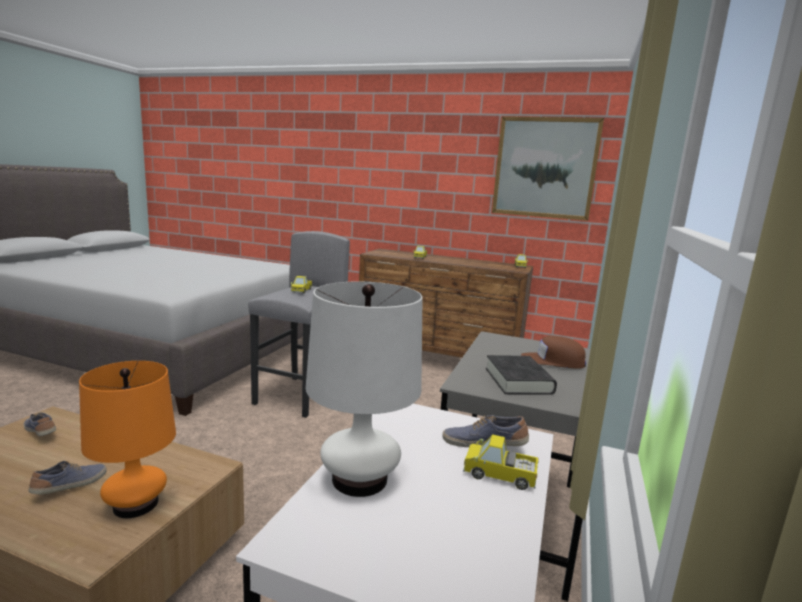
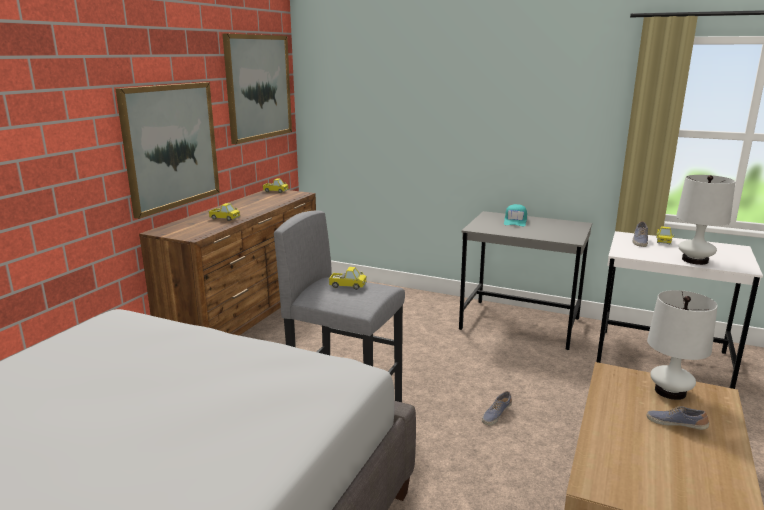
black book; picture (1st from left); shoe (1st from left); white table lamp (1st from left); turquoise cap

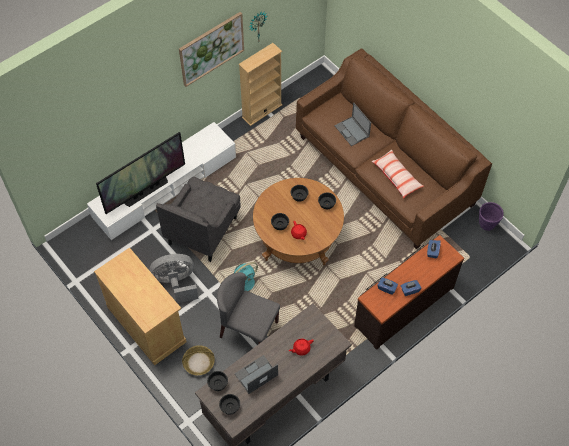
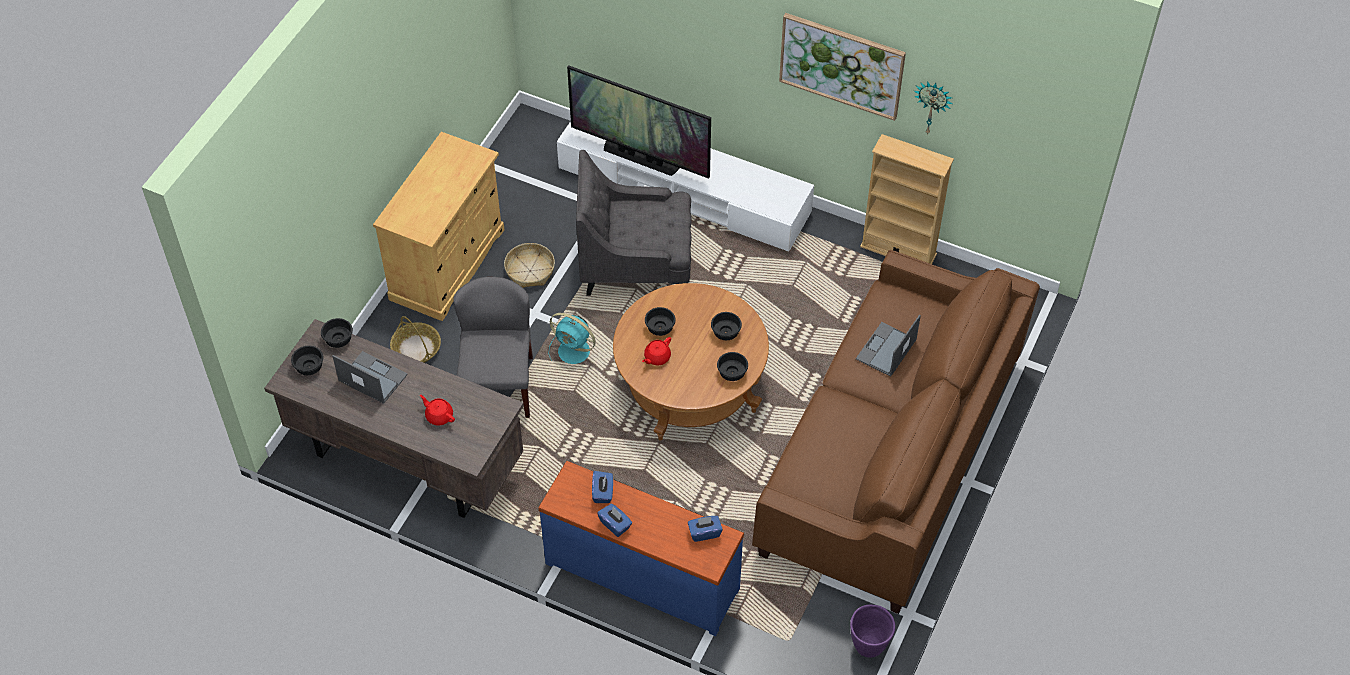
pillow; basket (2nd from left); blue dresser

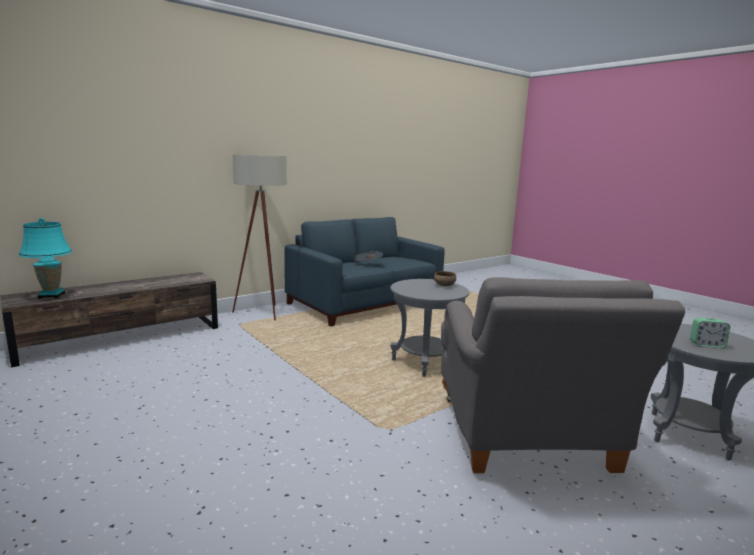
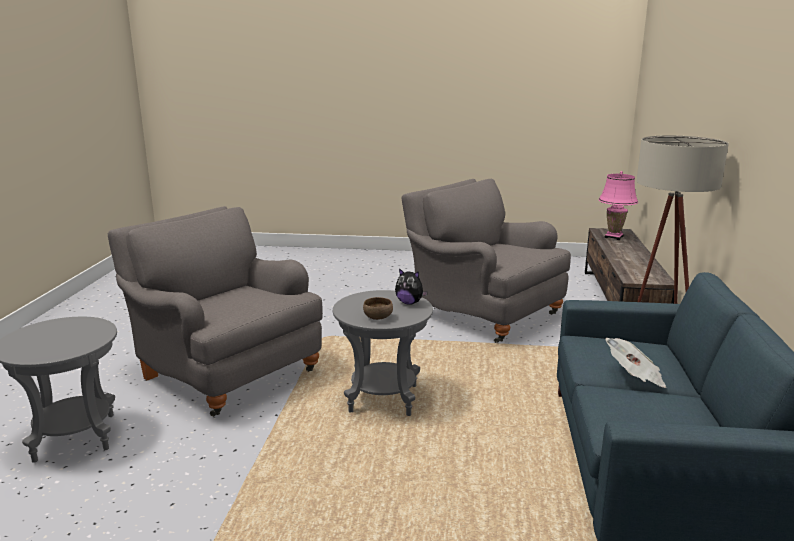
alarm clock; plush toy; grey armchair (2nd from left); pink table lamp

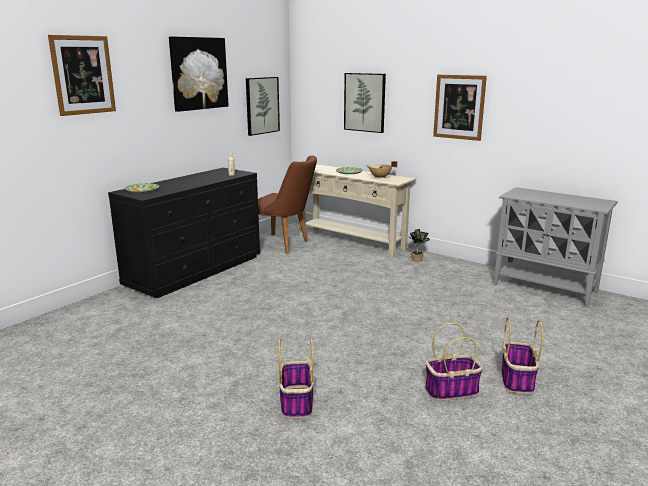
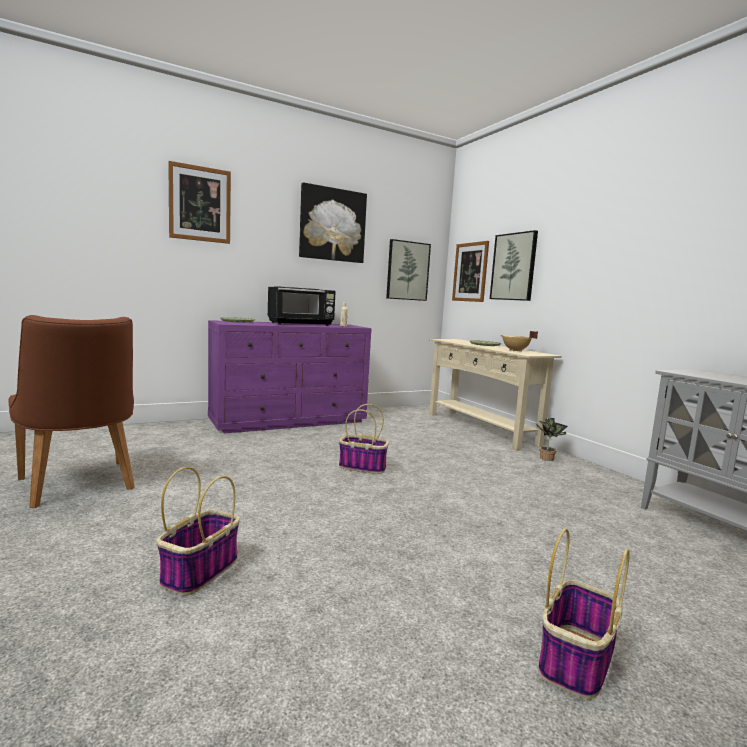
black microwave; brown chair; basket (2nd from left); picture (4th from left); purple dresser

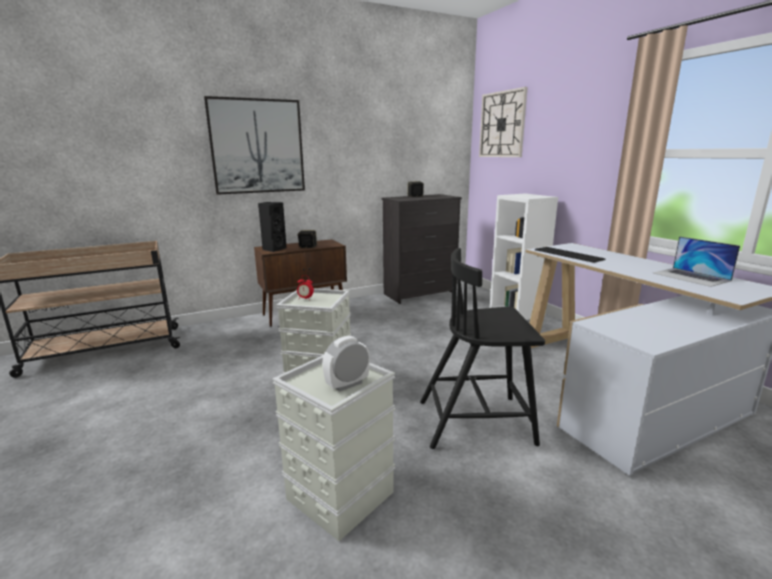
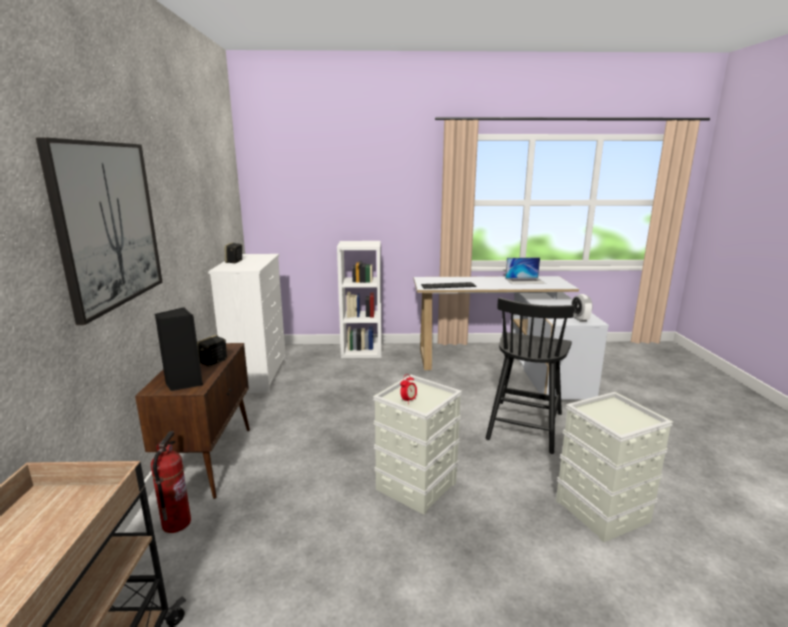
wall clock; fire extinguisher; alarm clock (2nd from left); white dresser

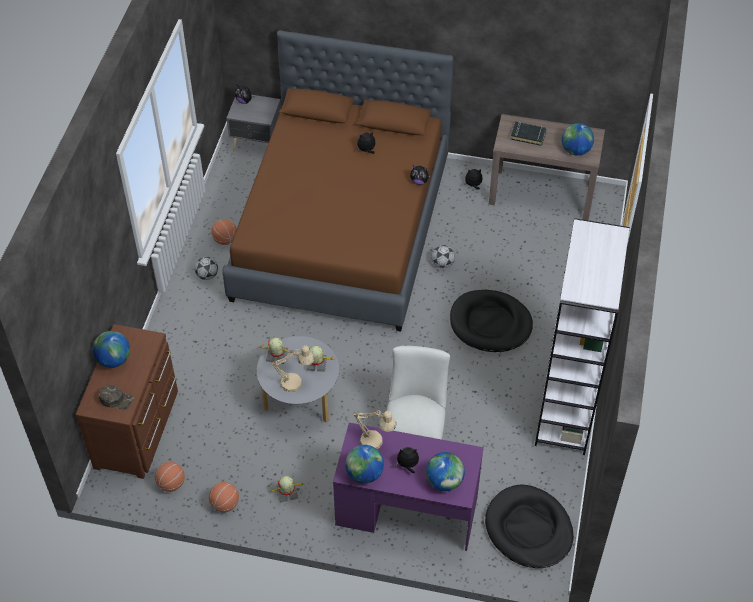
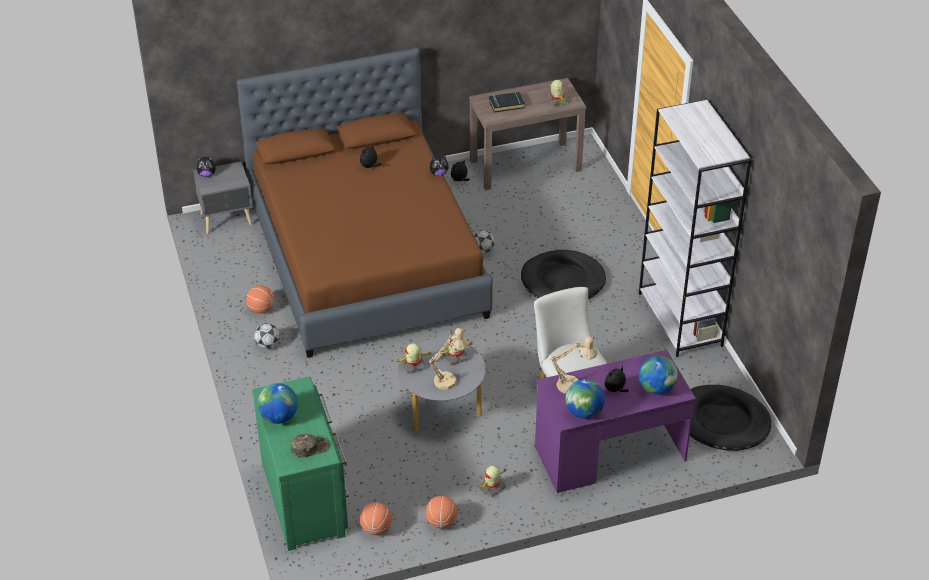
toy robot (4th from left); green dresser

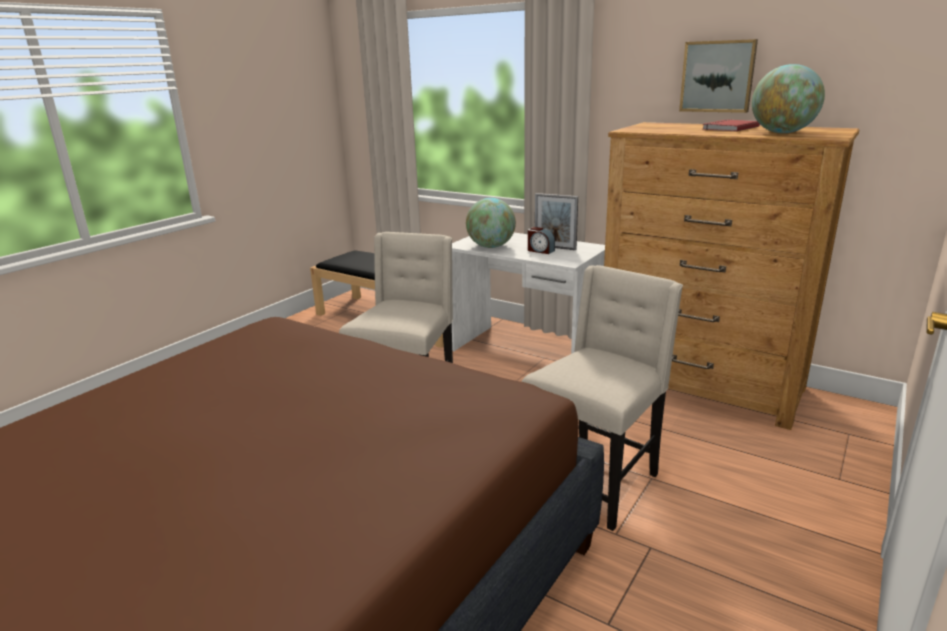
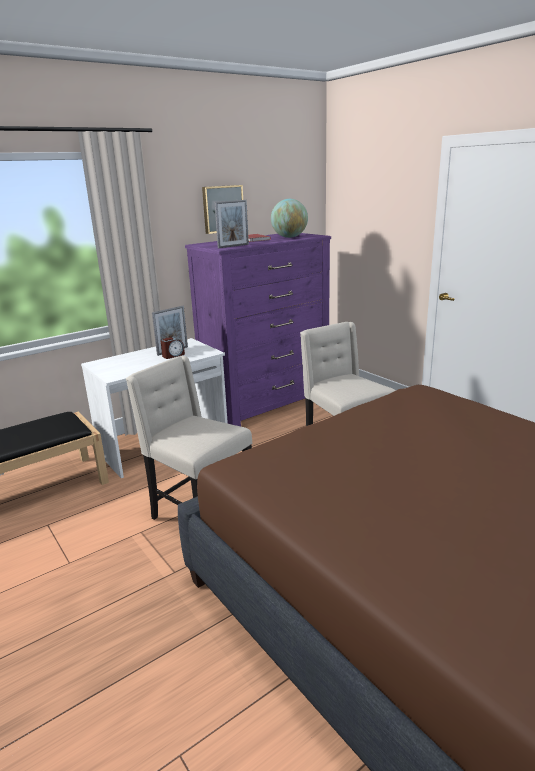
globe (1st from left in the first image); picture frame (2nd from left); purple dresser

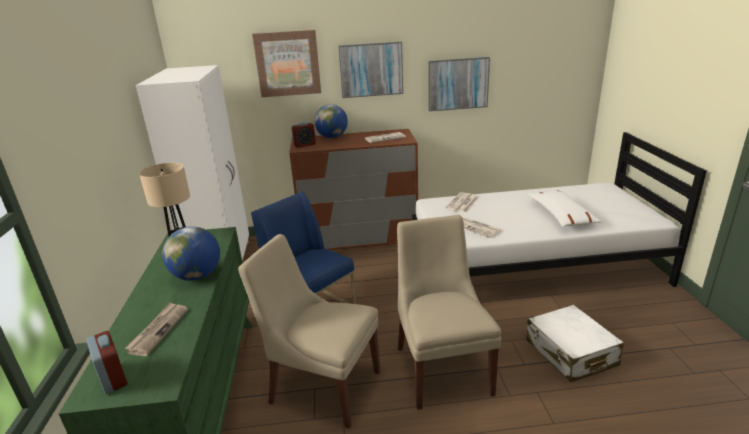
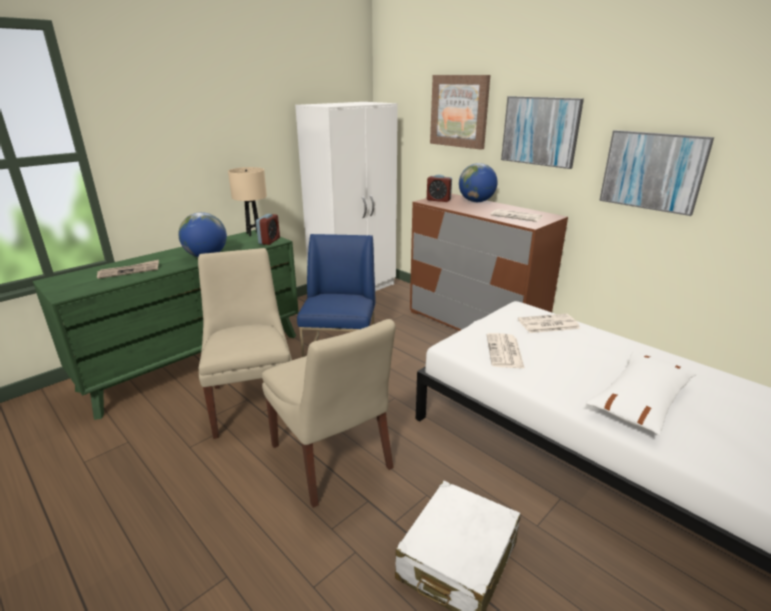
alarm clock (1st from left); beige chair (2nd from left)

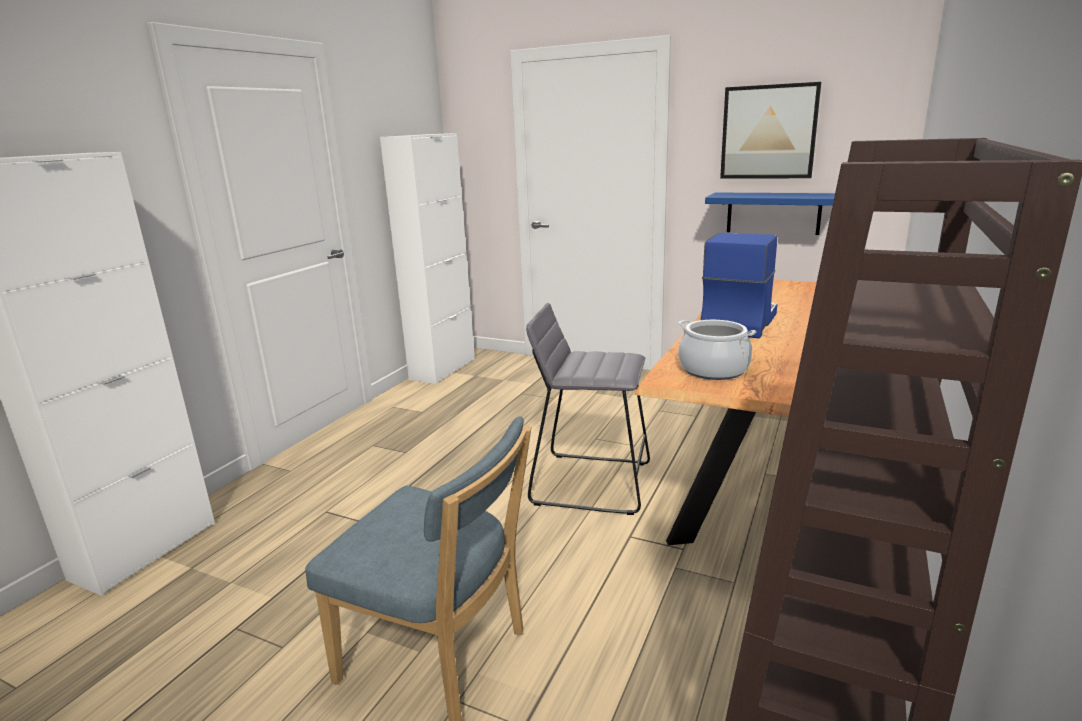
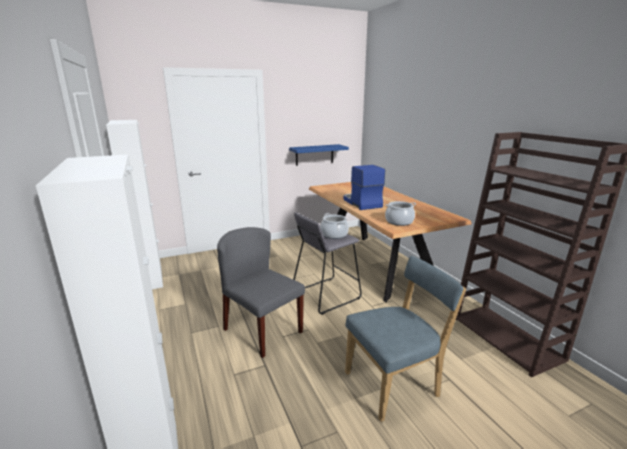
picture; grey chair; cooking pot (1st from left)

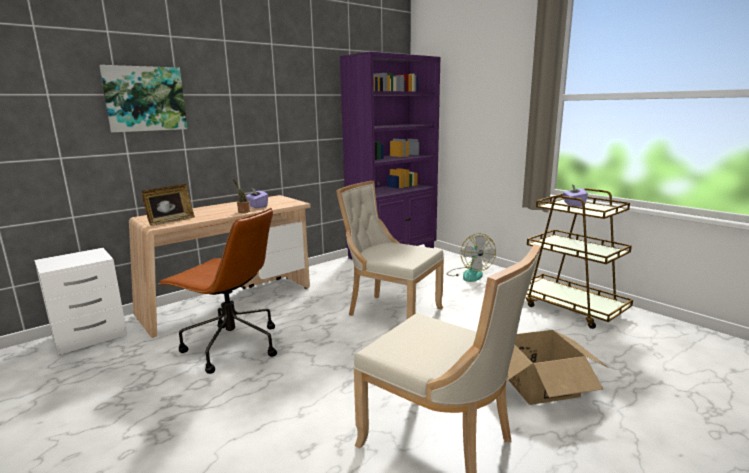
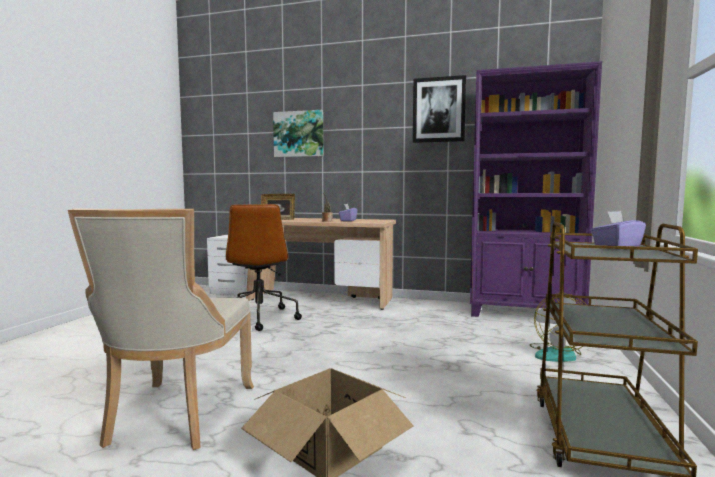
beige chair (1st from left in the first image); picture (2nd from left)

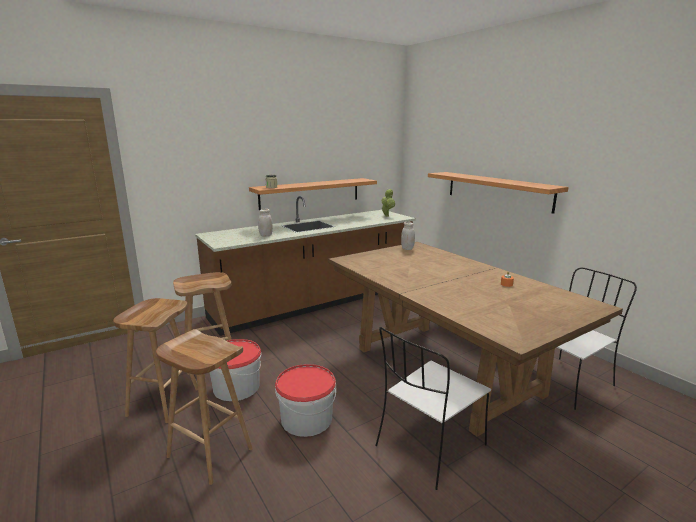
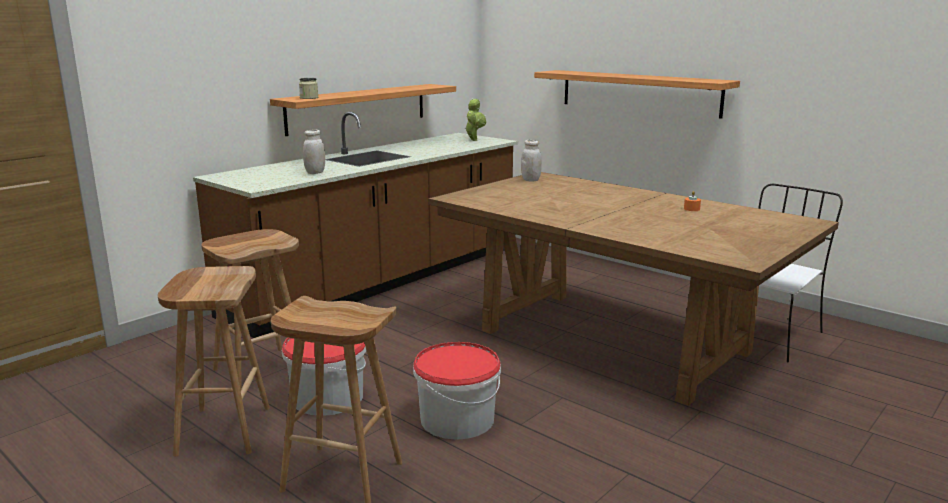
white chair (1st from left in the first image)

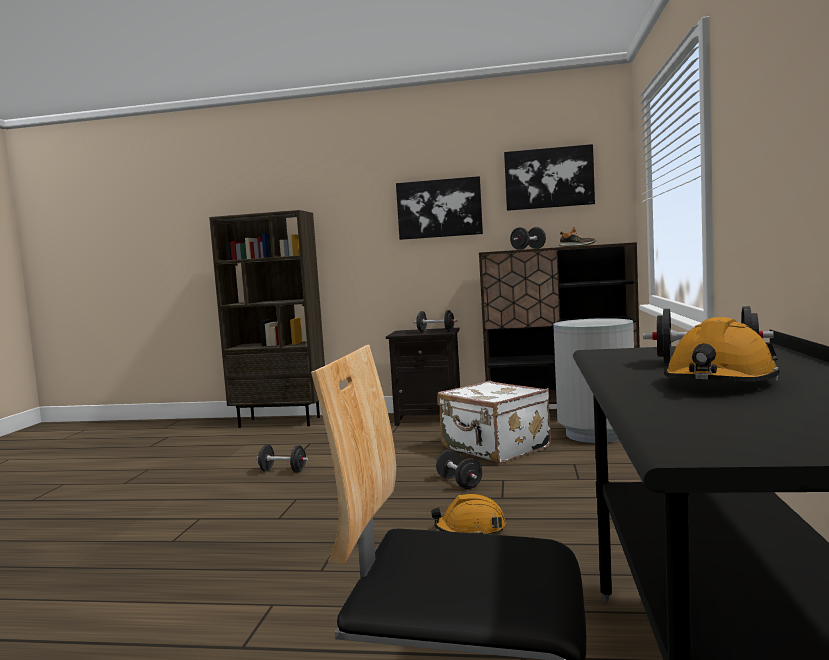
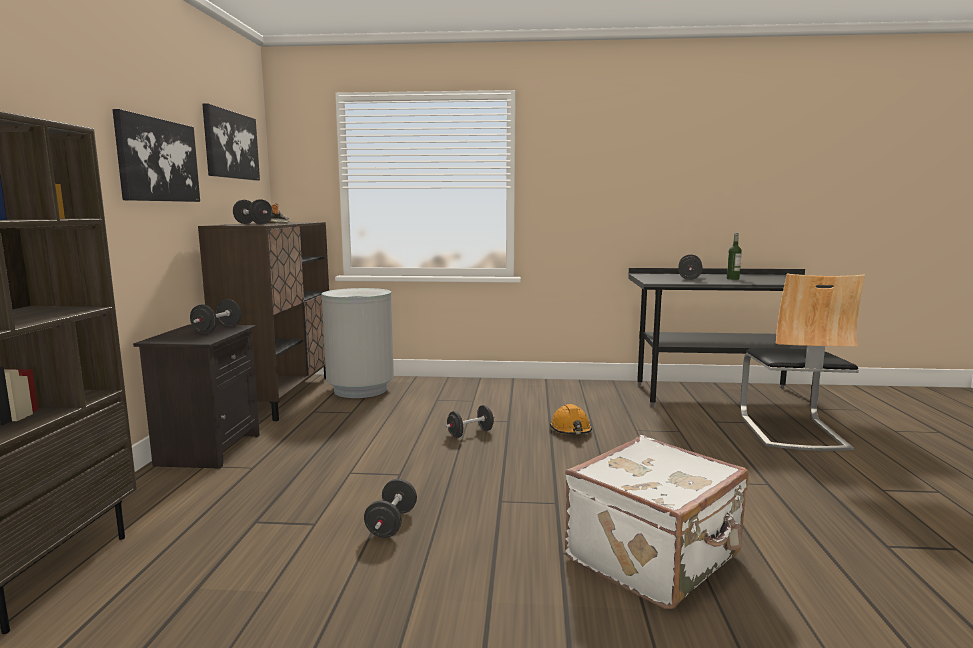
white suitcase; bottle

